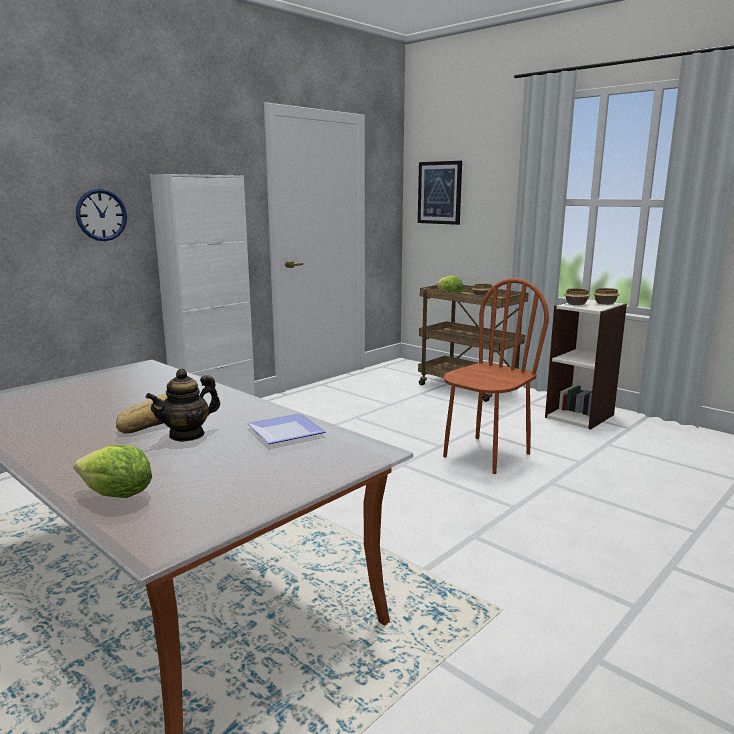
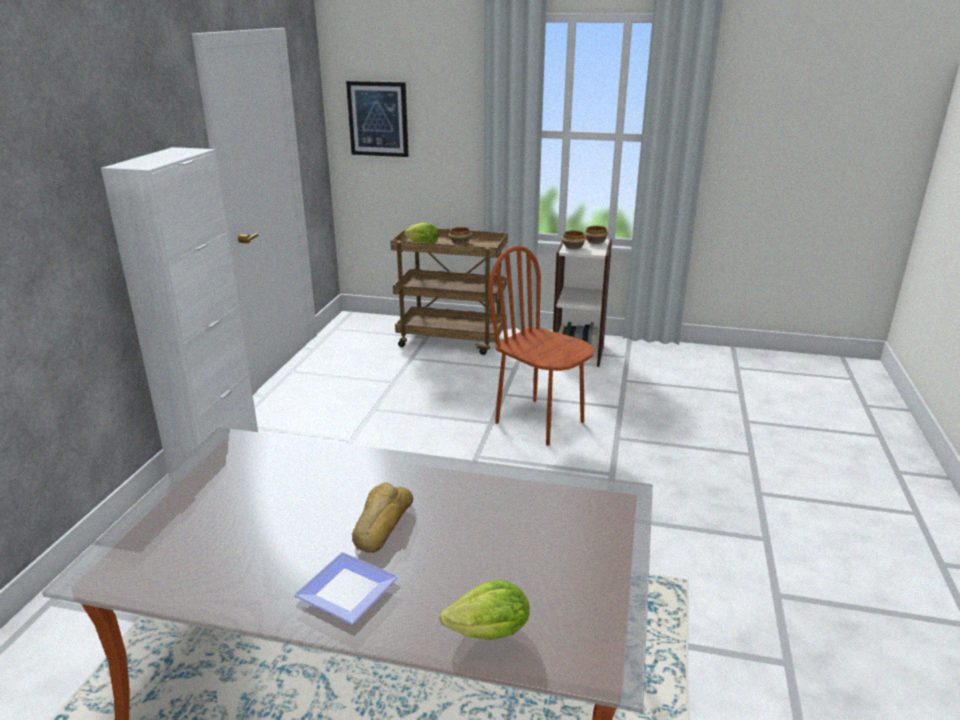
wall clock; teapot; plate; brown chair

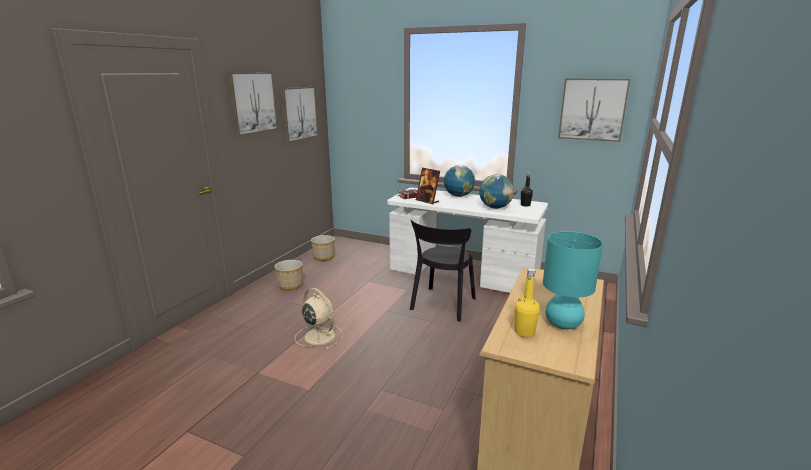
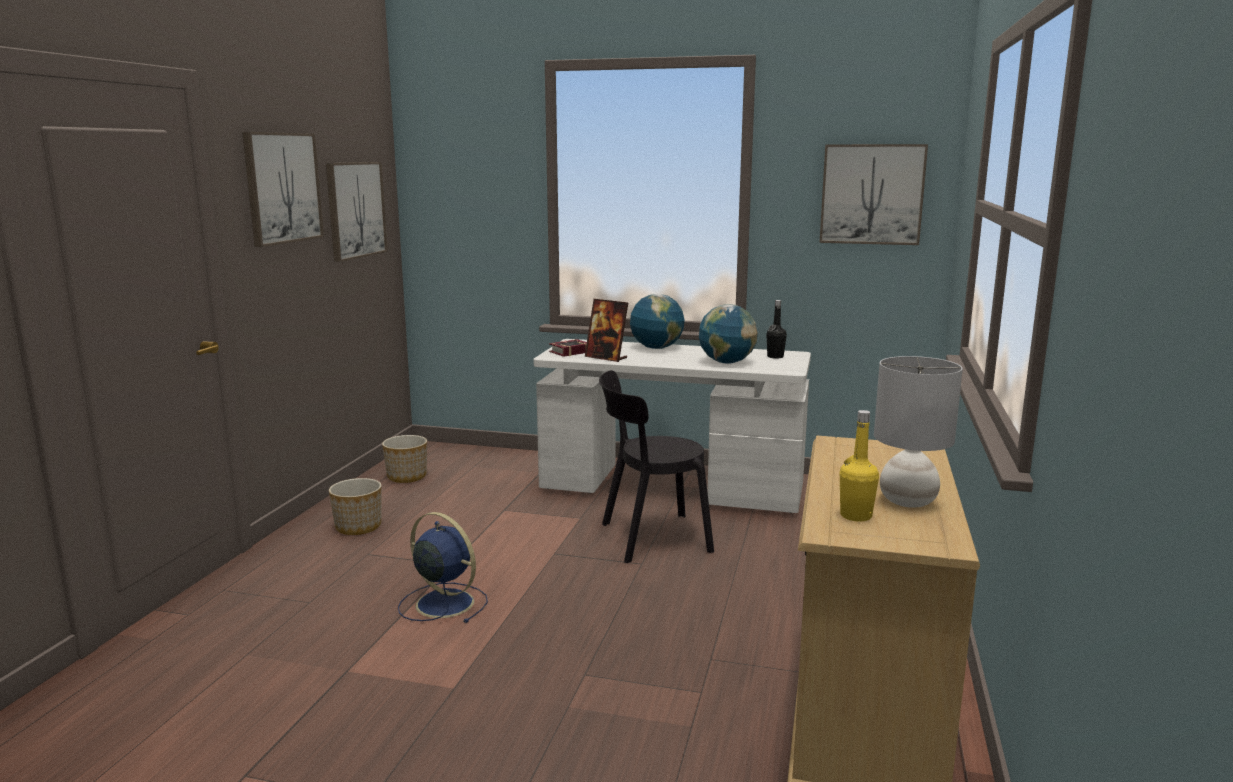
blue fan; grey table lamp; black chair

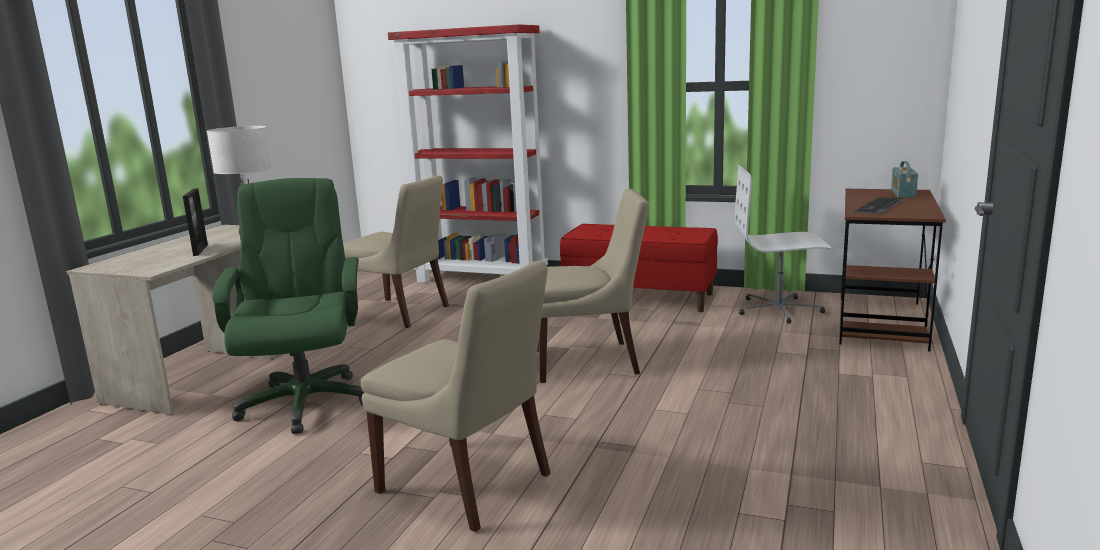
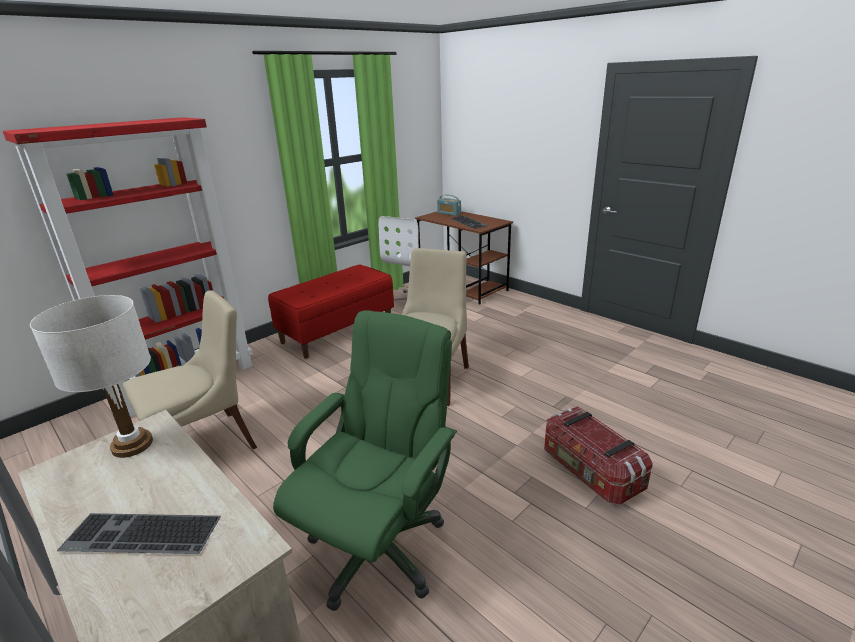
picture frame; keyboard (1st from left); storage box; green office chair

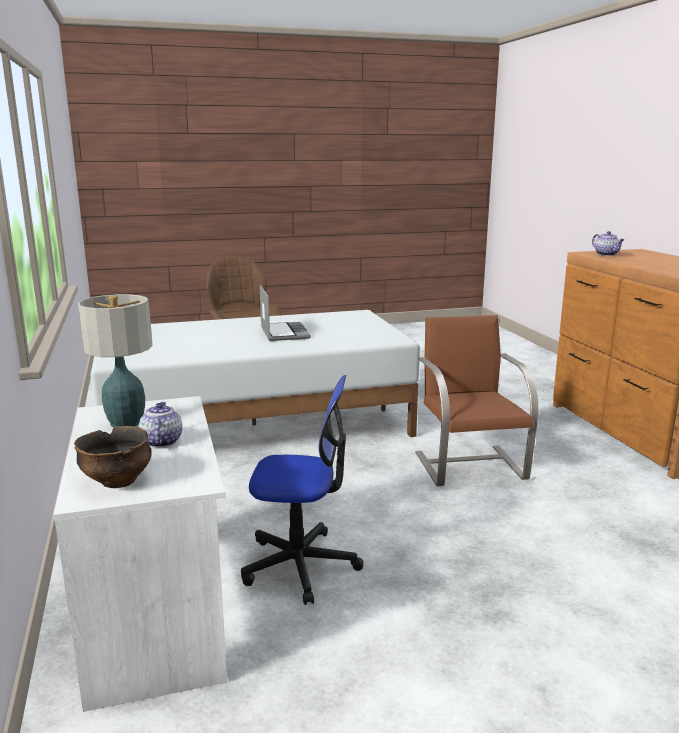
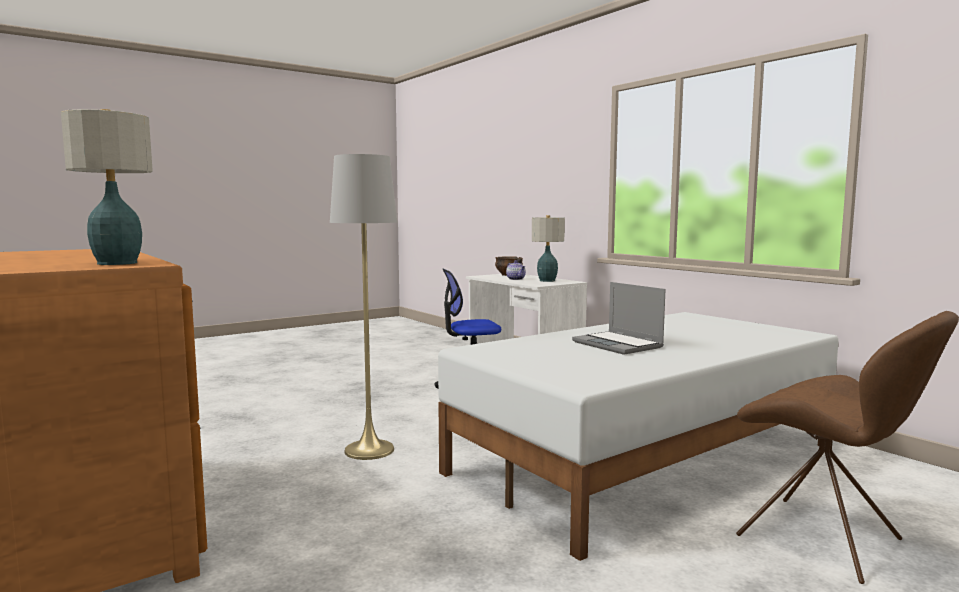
grey floor lamp; table lamp (1st from left)

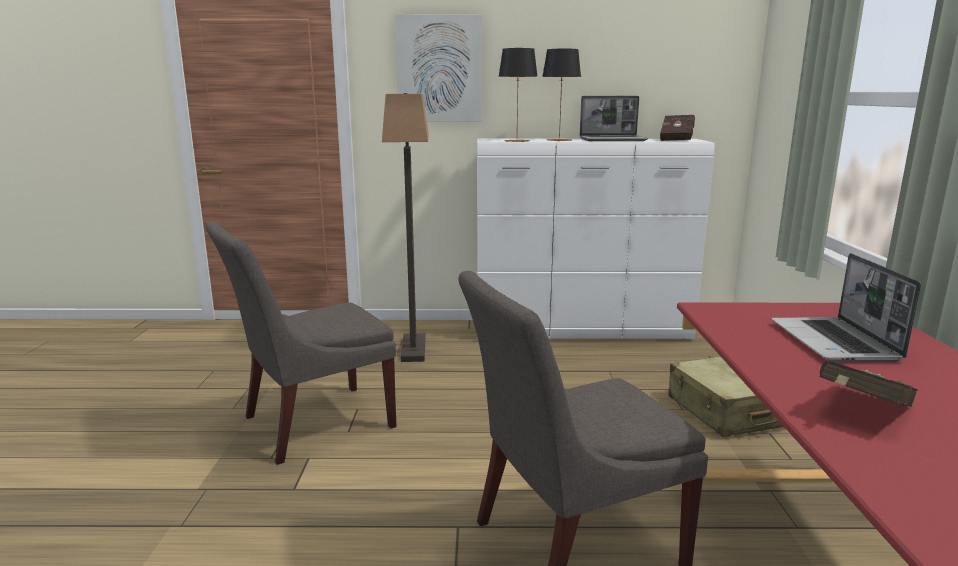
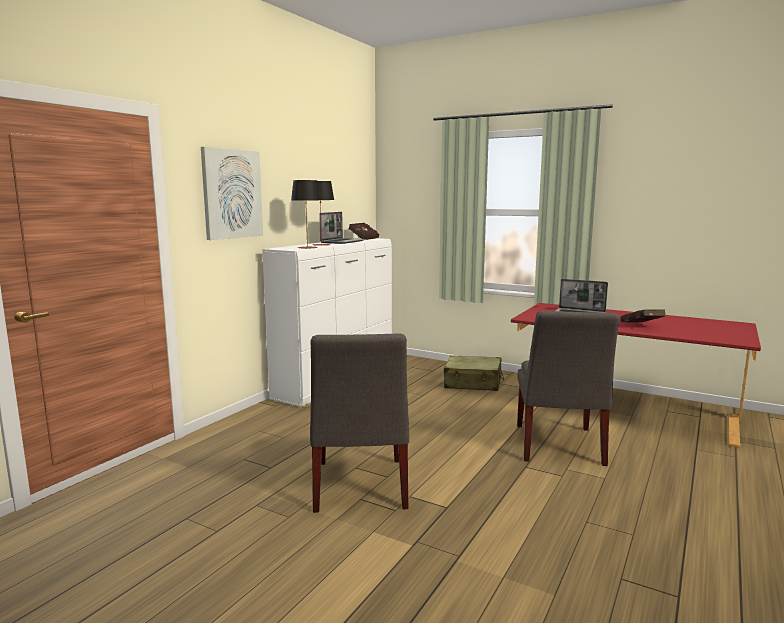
floor lamp

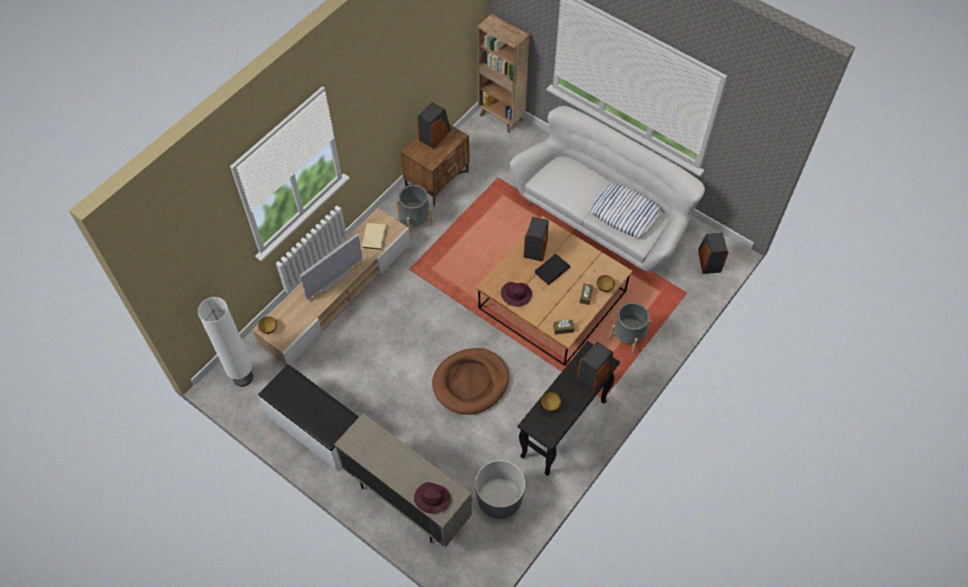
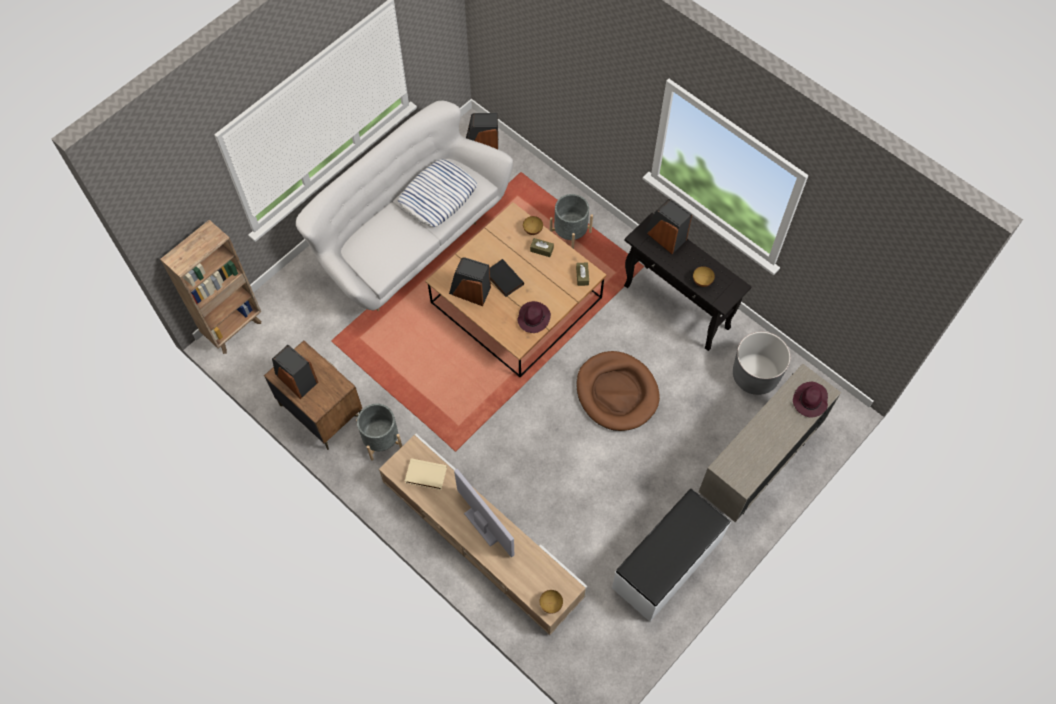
white floor lamp

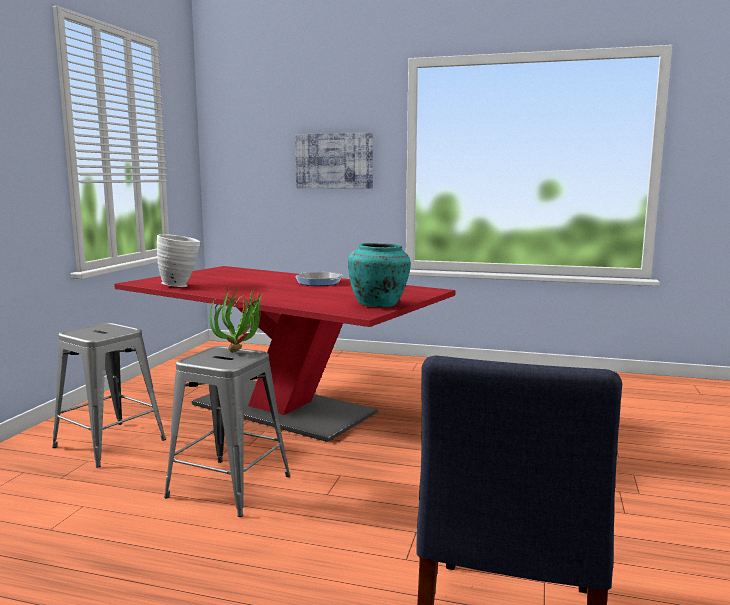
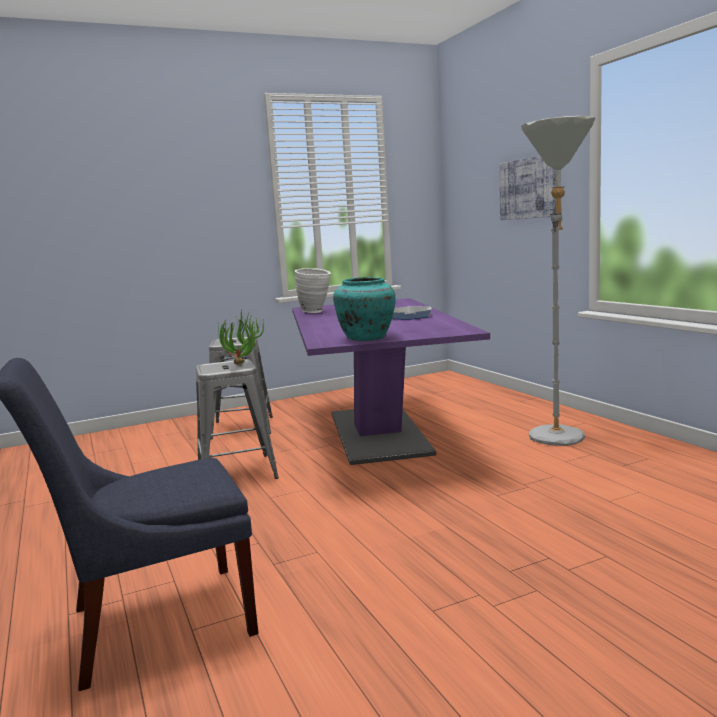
grey floor lamp; purple dining table

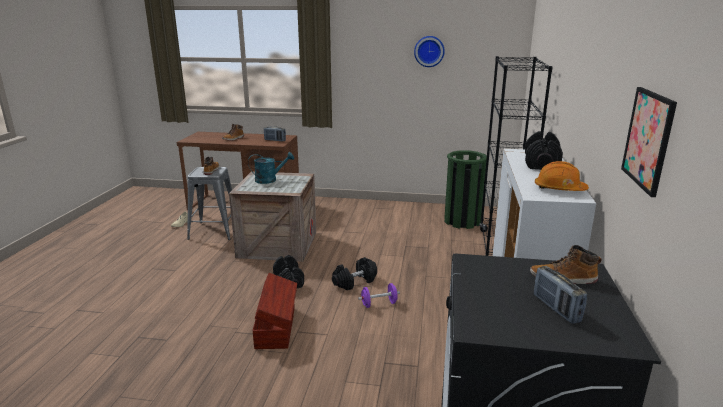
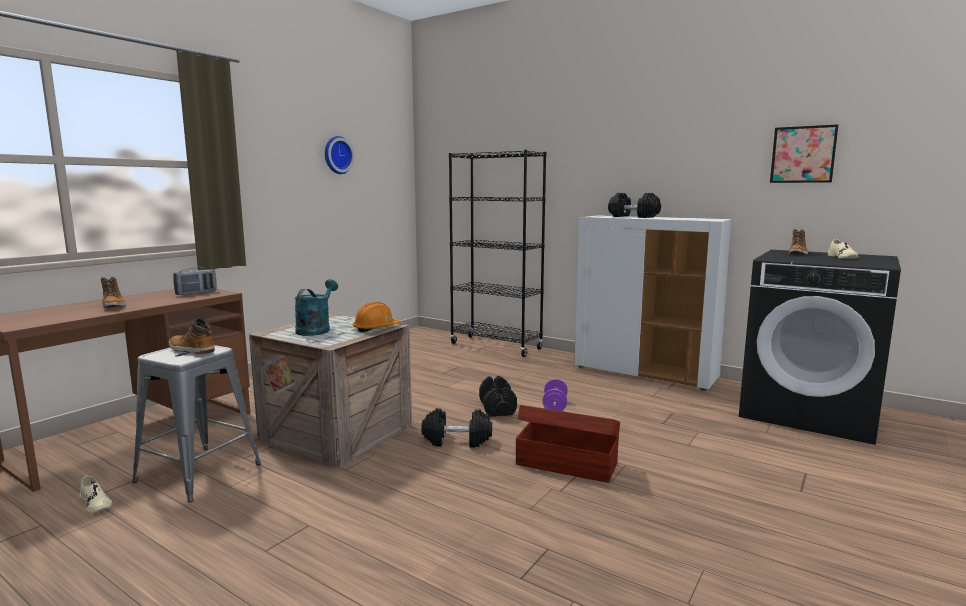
green trash can; orange hard hat; beige shoe (2nd from left)

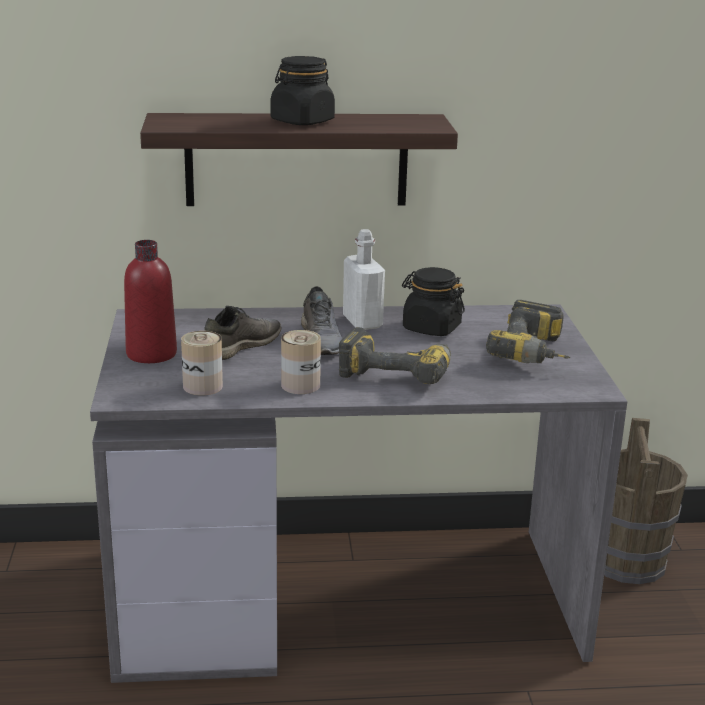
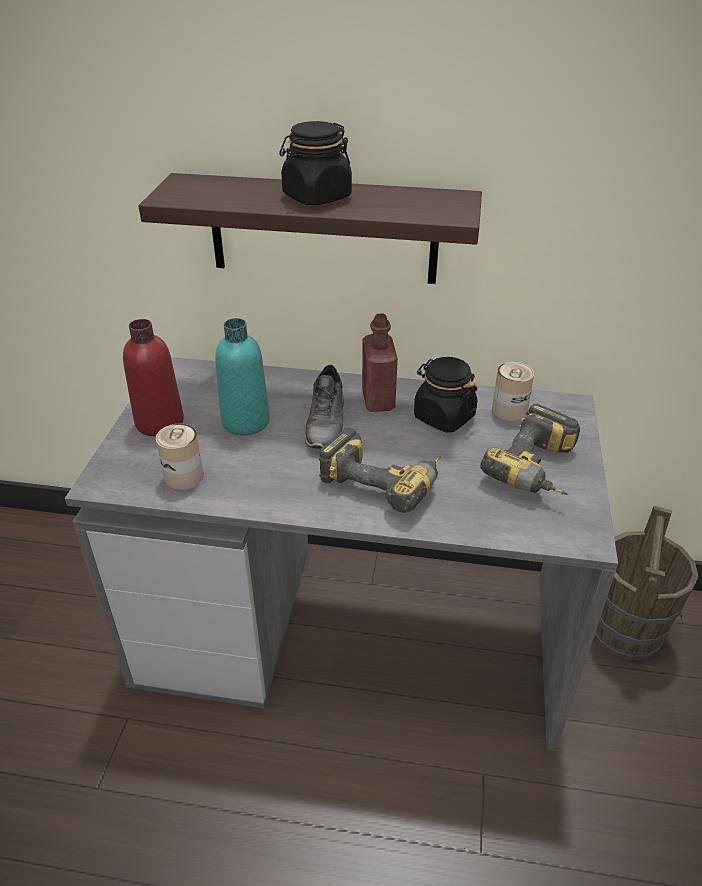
can (2nd from left); turquoise bottle; red bottle (2nd from left)

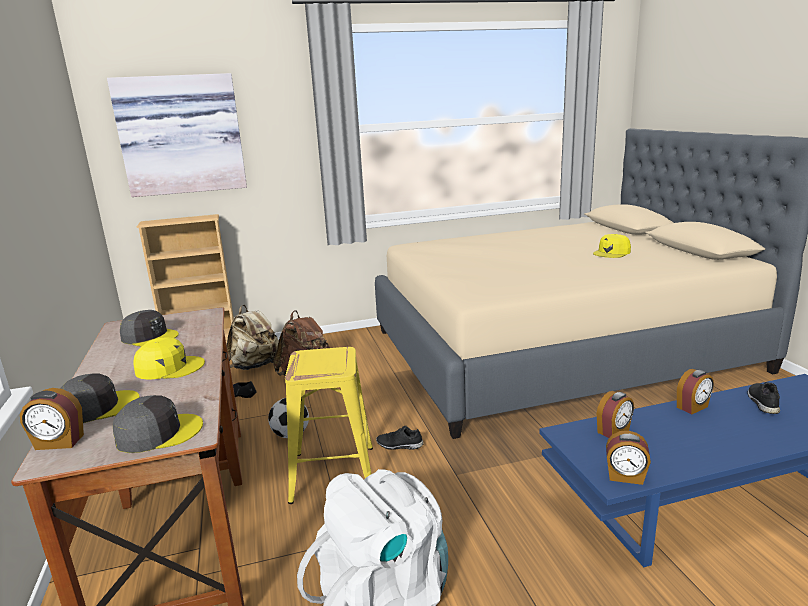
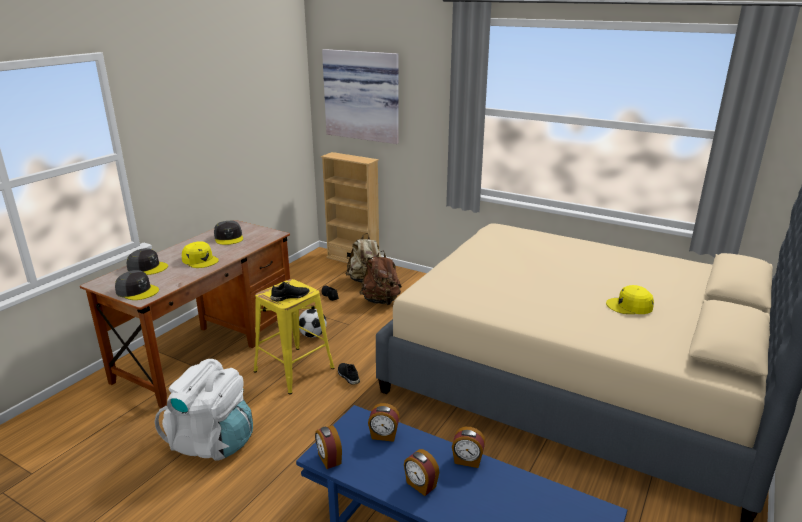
alarm clock (3rd from left); black shoe (1st from left)

